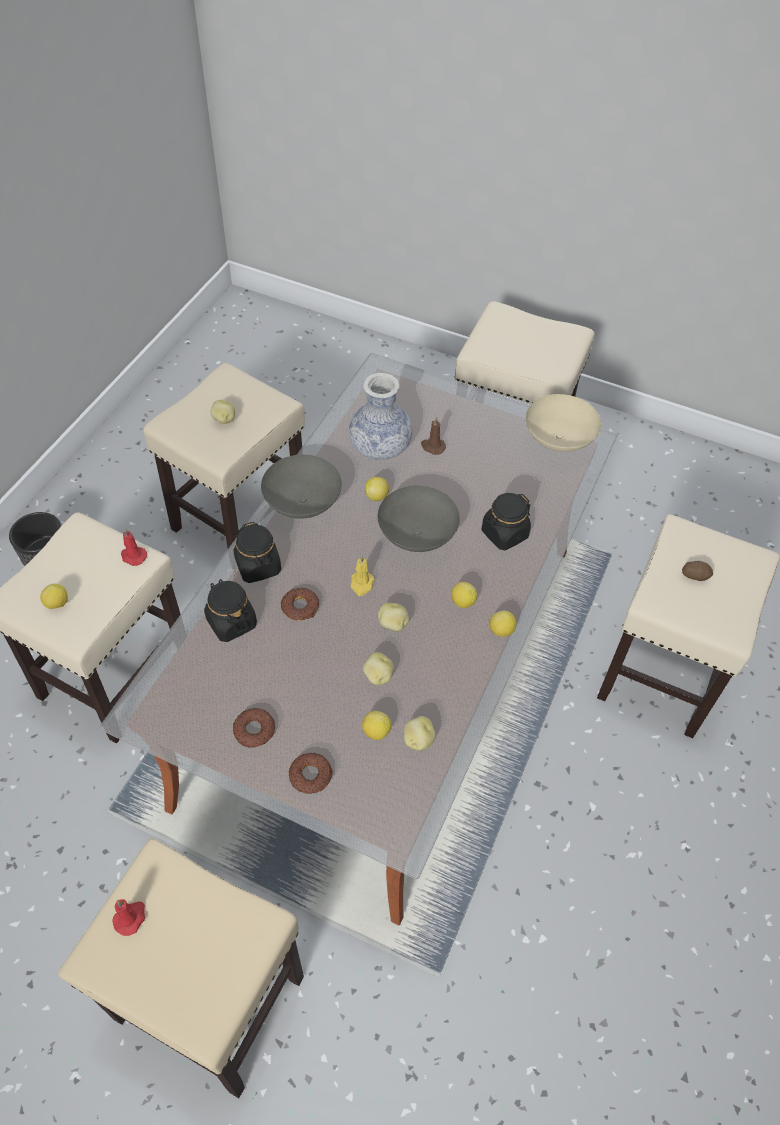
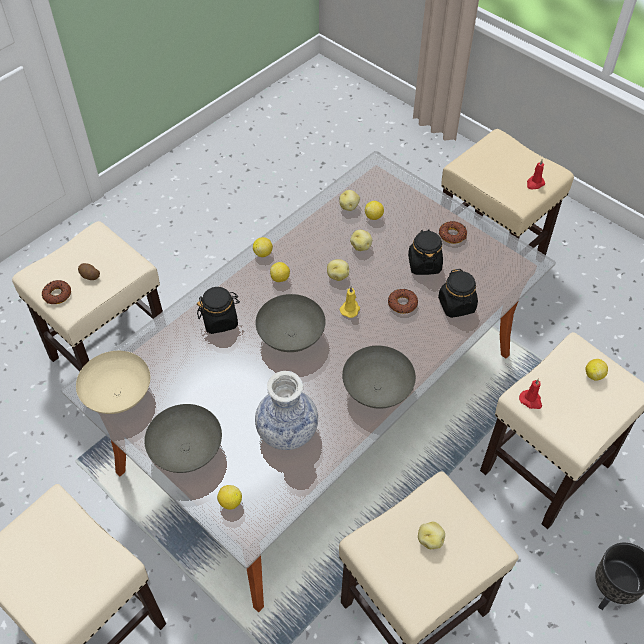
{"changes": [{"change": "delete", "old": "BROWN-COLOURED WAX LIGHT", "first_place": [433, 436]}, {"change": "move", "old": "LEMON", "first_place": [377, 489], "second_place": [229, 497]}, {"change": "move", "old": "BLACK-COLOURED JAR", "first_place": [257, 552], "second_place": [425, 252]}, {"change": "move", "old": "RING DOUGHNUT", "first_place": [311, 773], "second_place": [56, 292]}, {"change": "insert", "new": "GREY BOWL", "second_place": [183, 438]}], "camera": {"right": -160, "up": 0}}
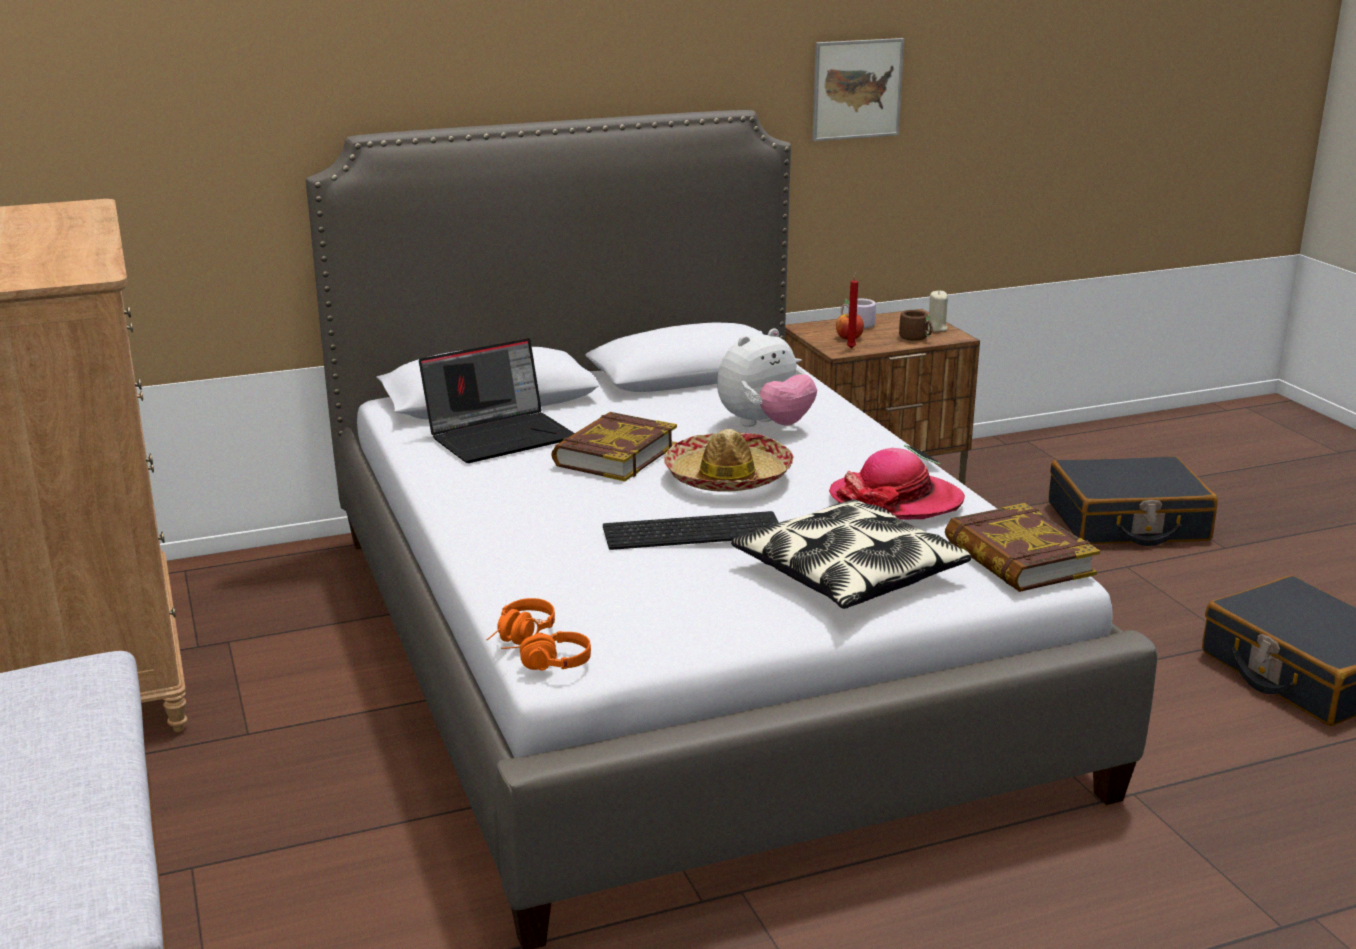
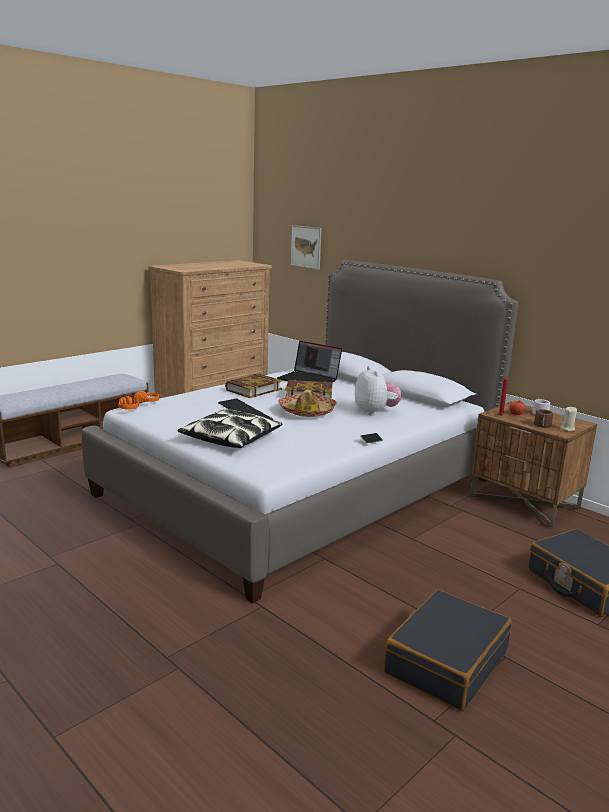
{"changes": [{"change": "move", "old": "PICTURE", "first_place": [858, 89], "second_place": [305, 247]}, {"change": "rotate", "old": "CUDDLY TOY", "first_place": [767, 377], "second_place": [378, 391], "degrees": -135}, {"change": "delete", "old": "HAT", "first_place": [897, 484]}, {"change": "move", "old": "VOLUME", "first_place": [1022, 547], "second_place": [253, 386]}], "camera": {"right": 65, "up": -5}}
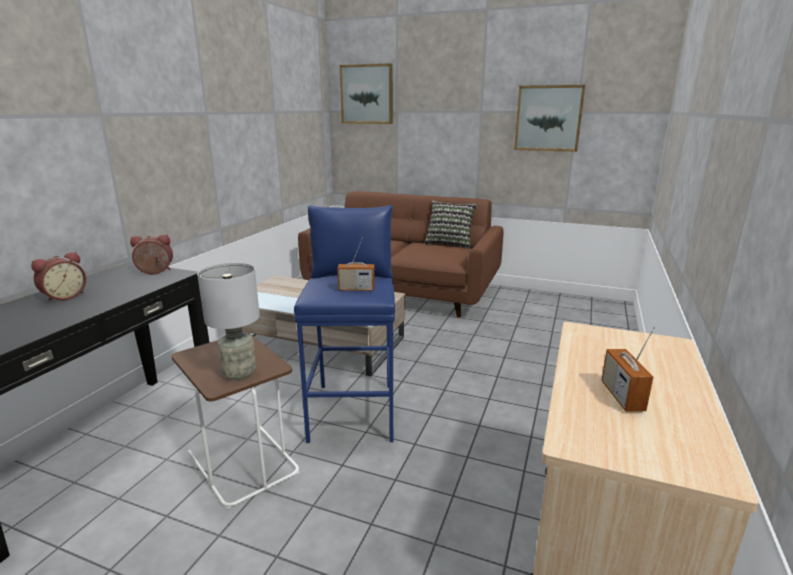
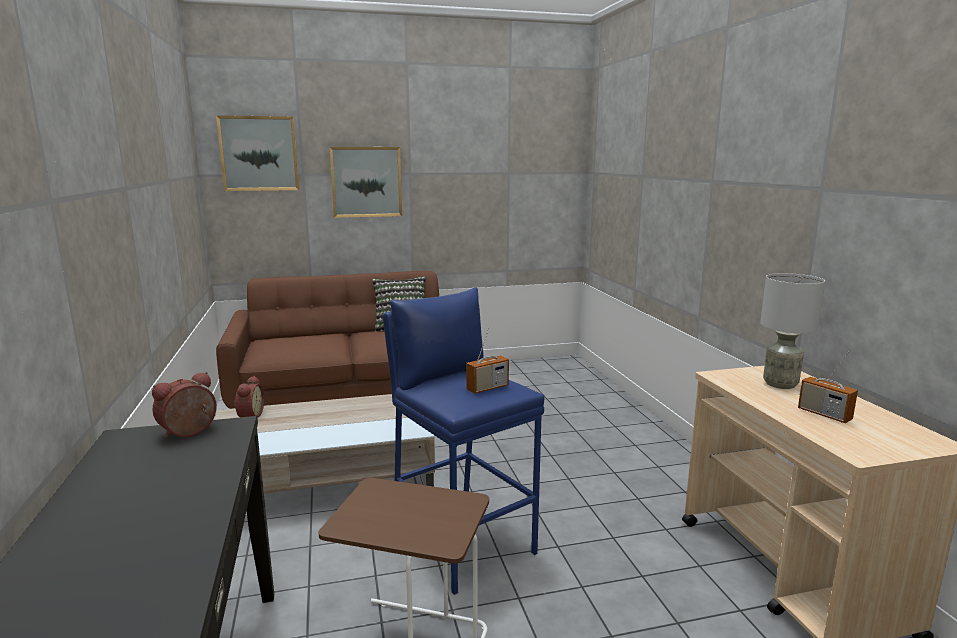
{"changes": [{"change": "move", "old": "PICTURE", "first_place": [549, 118], "second_place": [366, 182]}, {"change": "move", "old": "ALARM CLOCK", "first_place": [58, 277], "second_place": [249, 397]}, {"change": "move", "old": "GREY LAMP FOR A TABLE", "first_place": [228, 322], "second_place": [792, 331]}], "camera": {"right": -35, "up": -5}}
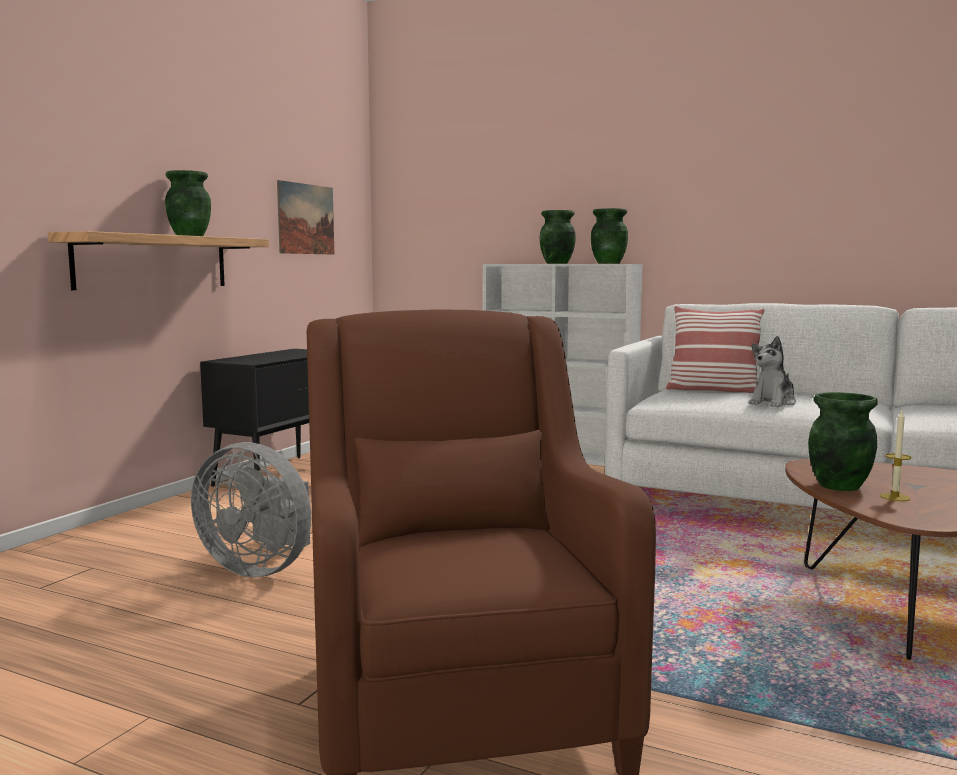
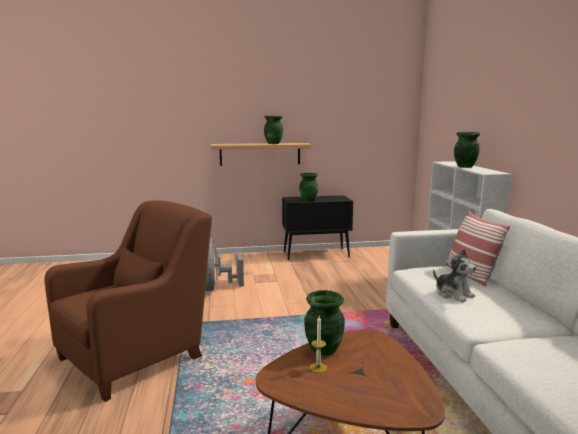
{"changes": [{"change": "delete", "old": "PICTURE", "first_place": [305, 217]}, {"change": "move", "old": "GREENISH VASE", "first_place": [609, 236], "second_place": [308, 187]}, {"change": "rotate", "old": "CUDDLY TOY", "first_place": [772, 371], "second_place": [454, 275], "degrees": -135}], "camera": {"right": 55, "up": 5}}
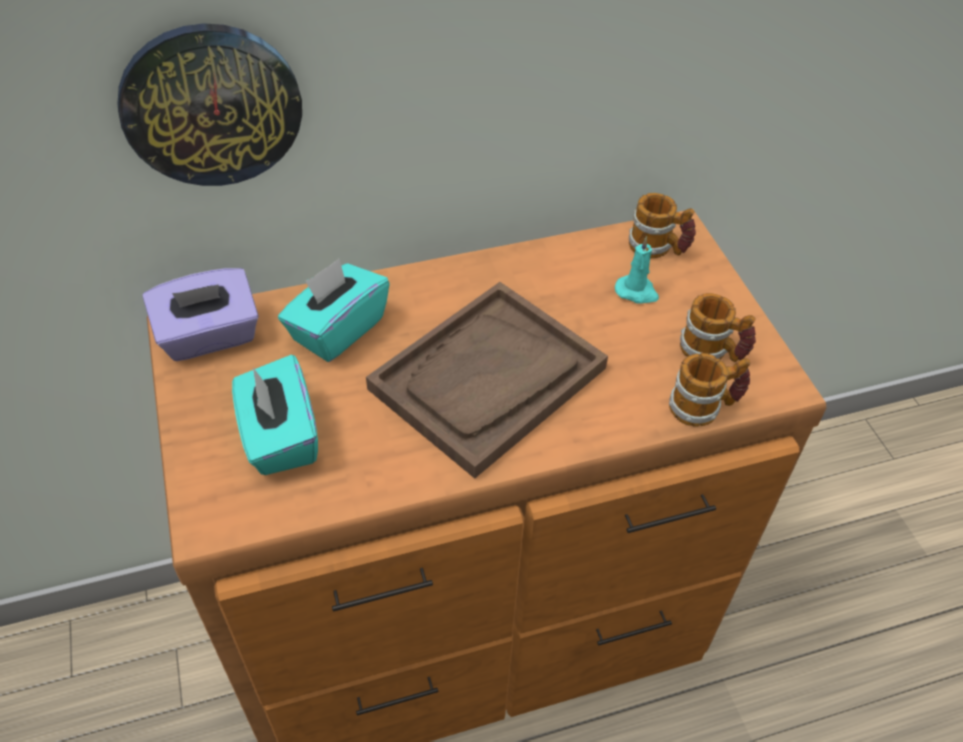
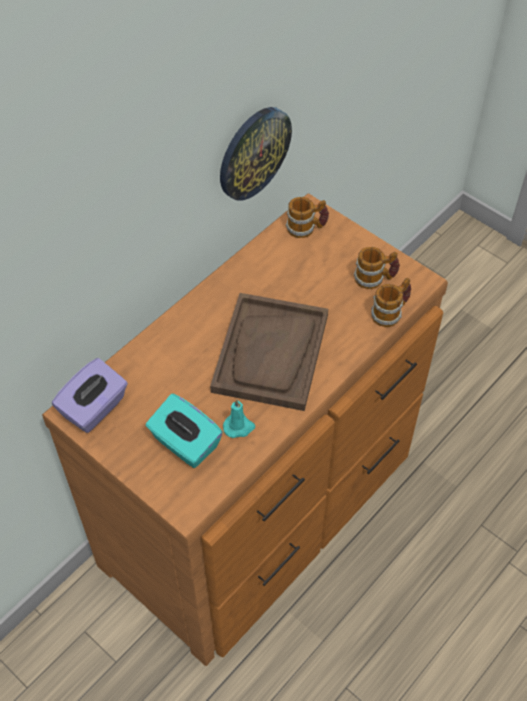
{"changes": [{"change": "move", "old": "WALL CLOCK", "first_place": [209, 104], "second_place": [256, 154]}, {"change": "move", "old": "TURQUOISE WAX LIGHT", "first_place": [637, 270], "second_place": [239, 418]}, {"change": "delete", "old": "TURQUOISE BOX OF TISSUES", "first_place": [334, 310]}], "camera": {"right": -30, "up": 5}}
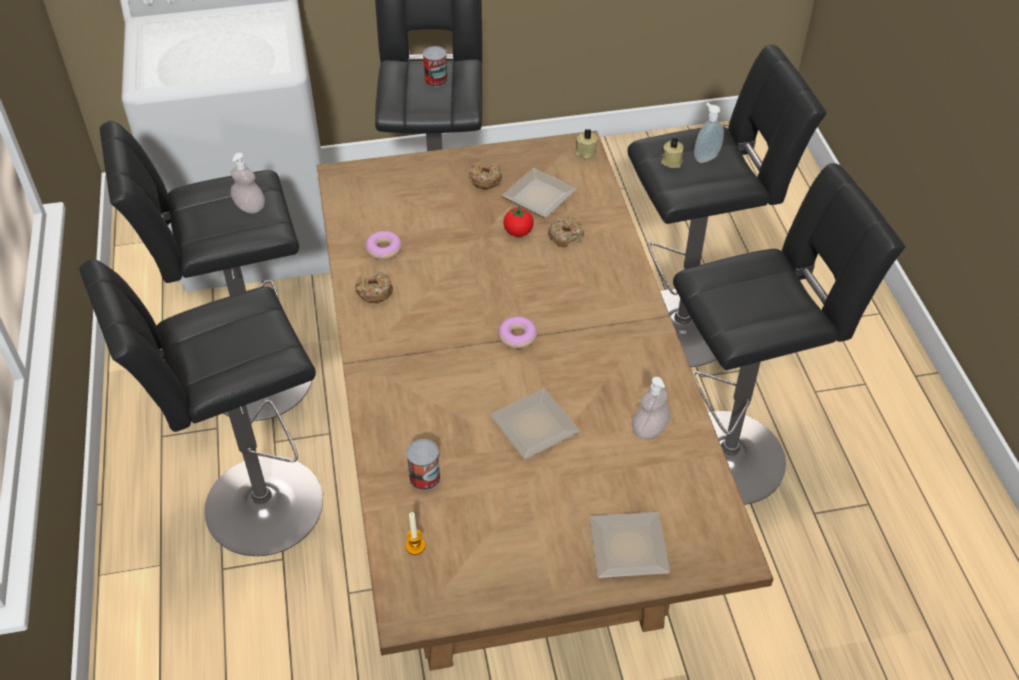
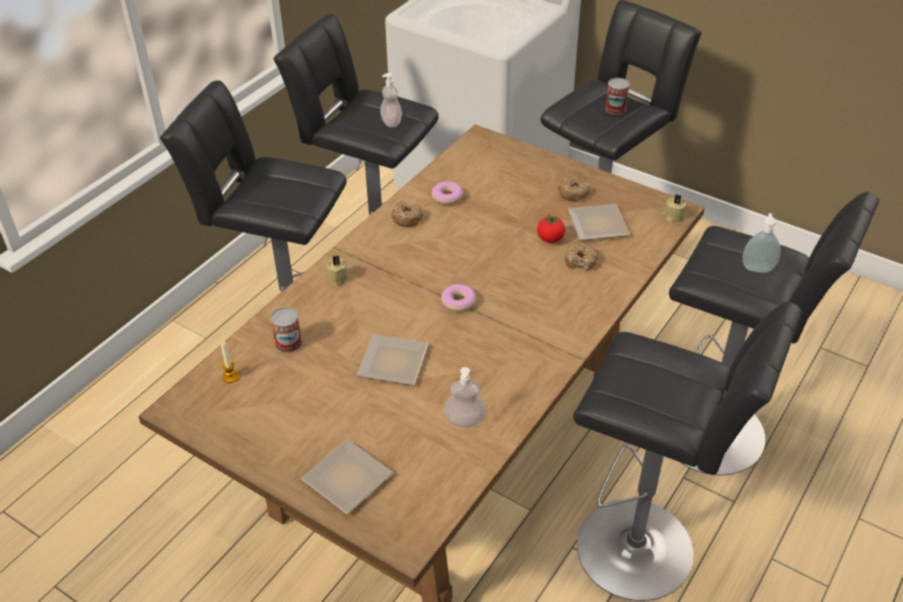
{"changes": [{"change": "move", "old": "BEIGE WAX LIGHT", "first_place": [672, 153], "second_place": [337, 270]}], "camera": {"right": 45, "up": -5}}
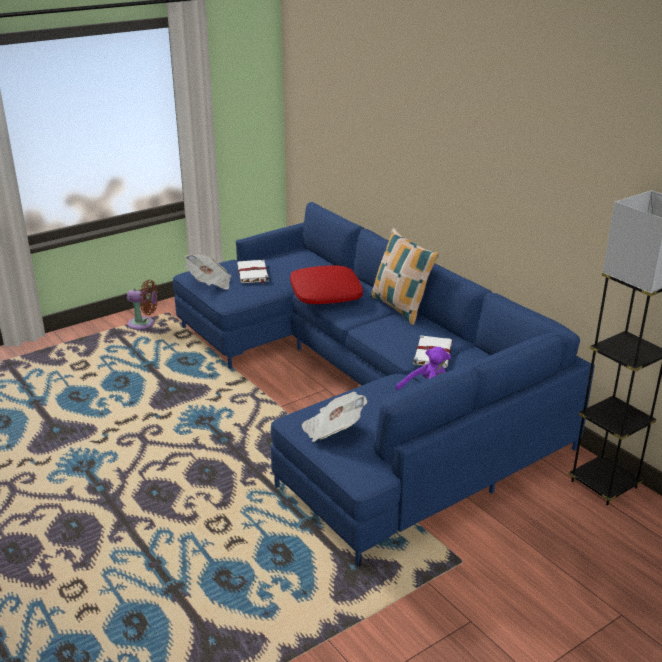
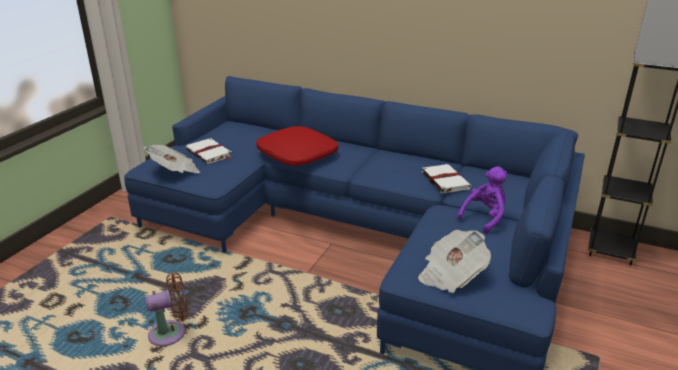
{"changes": [{"change": "delete", "old": "THROW PILLOW", "first_place": [404, 276]}, {"change": "move", "old": "BROWN-COLOURED COOLING FAN", "first_place": [142, 305], "second_place": [167, 309]}], "camera": {"right": -30, "up": 0}}
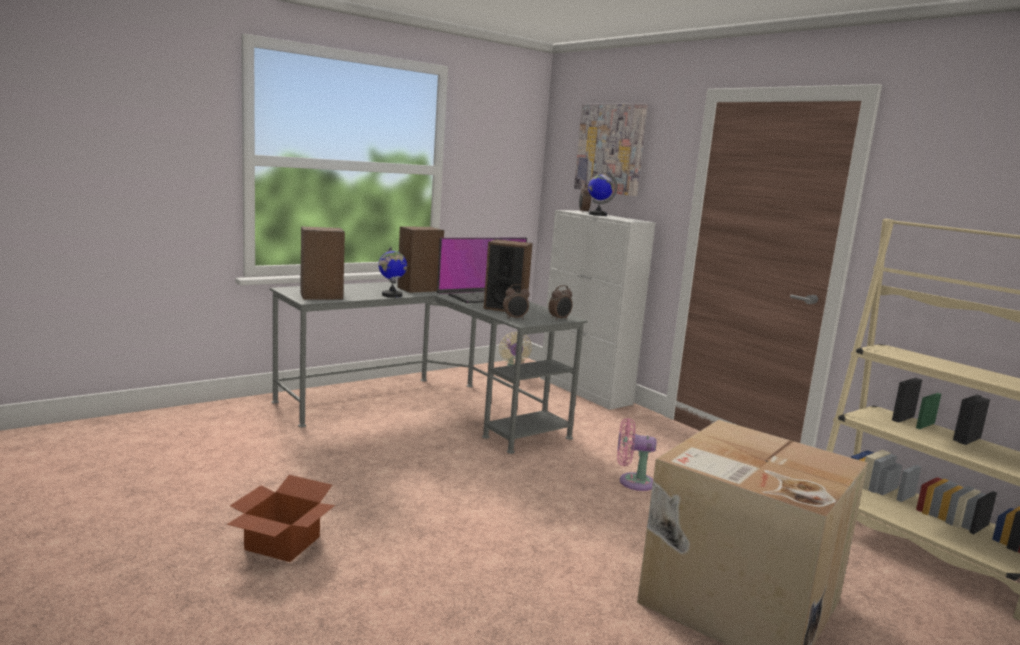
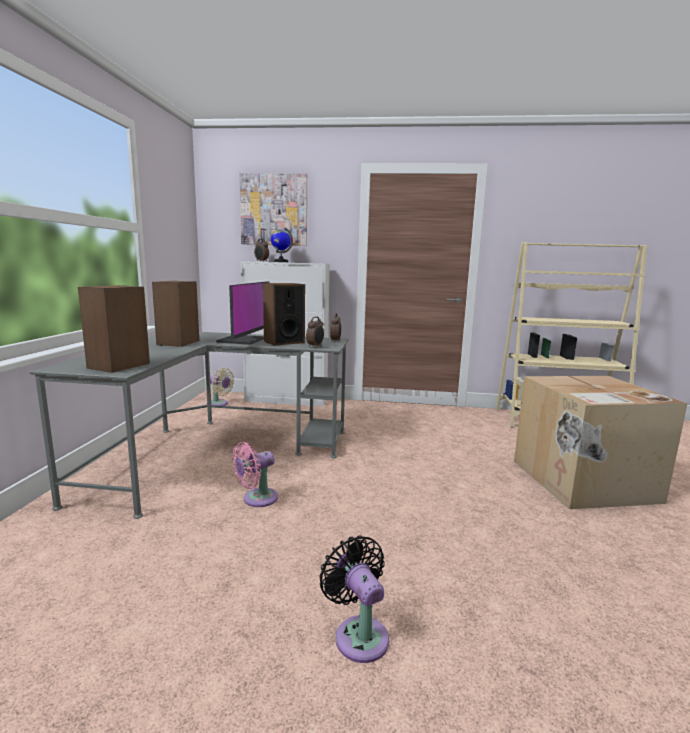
{"changes": [{"change": "delete", "old": "GLOBE", "first_place": [392, 272]}, {"change": "move", "old": "PINKISH COOLING FAN", "first_place": [636, 454], "second_place": [255, 474]}, {"change": "replace", "old": "CARTON", "new": "BLACK-COLOURED COOLING FAN", "first_place": [281, 518], "second_place": [354, 599]}], "camera": {"right": -45, "up": 0}}
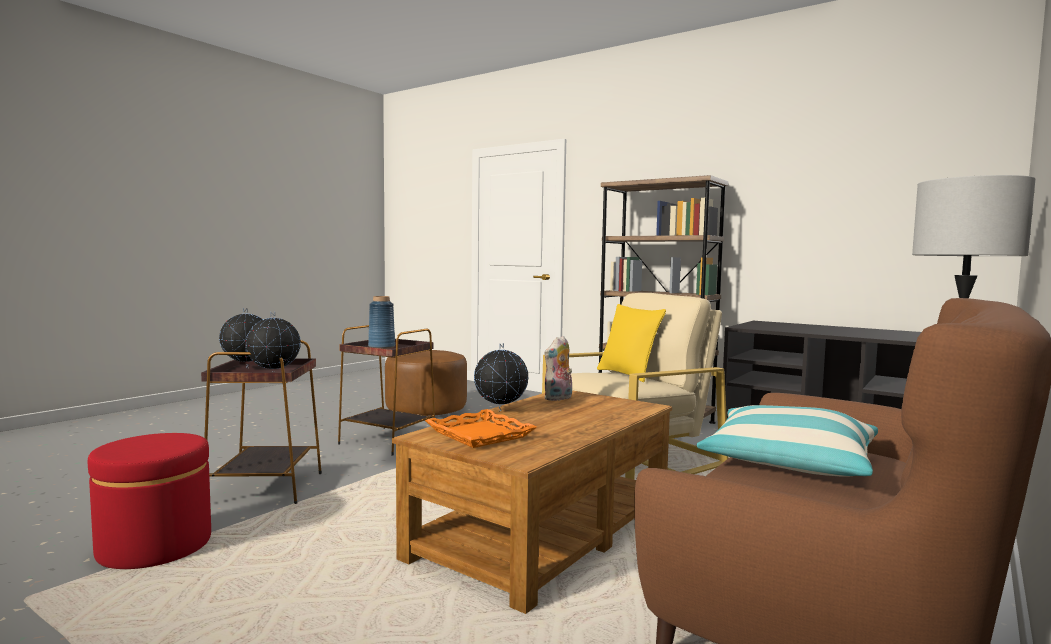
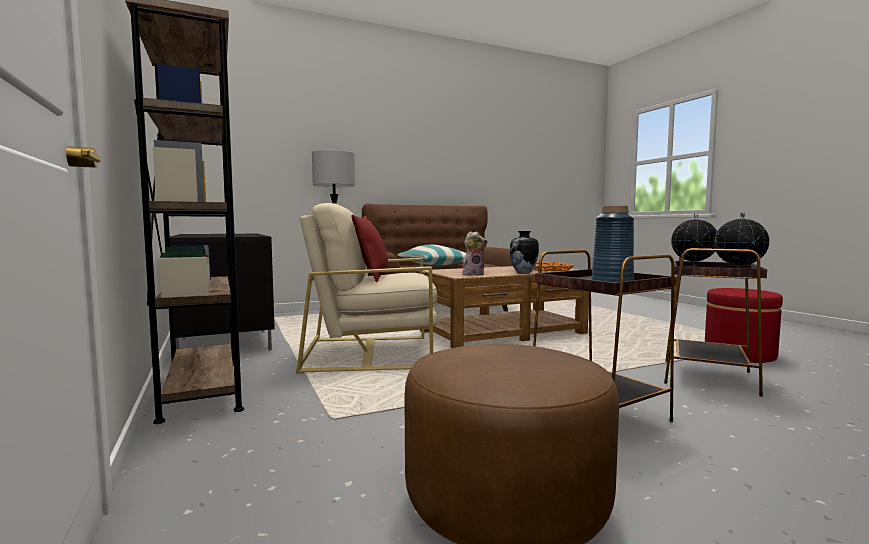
{"changes": [{"change": "recolor", "old": "YELLOW THROW PILLOW", "new": "RED-COLOURED THROW PILLOW", "first_place": [631, 343], "second_place": [369, 248]}, {"change": "replace", "old": "GLOBE", "new": "VASE", "first_place": [501, 377], "second_place": [524, 252]}], "camera": {"right": -150, "up": 0}}
